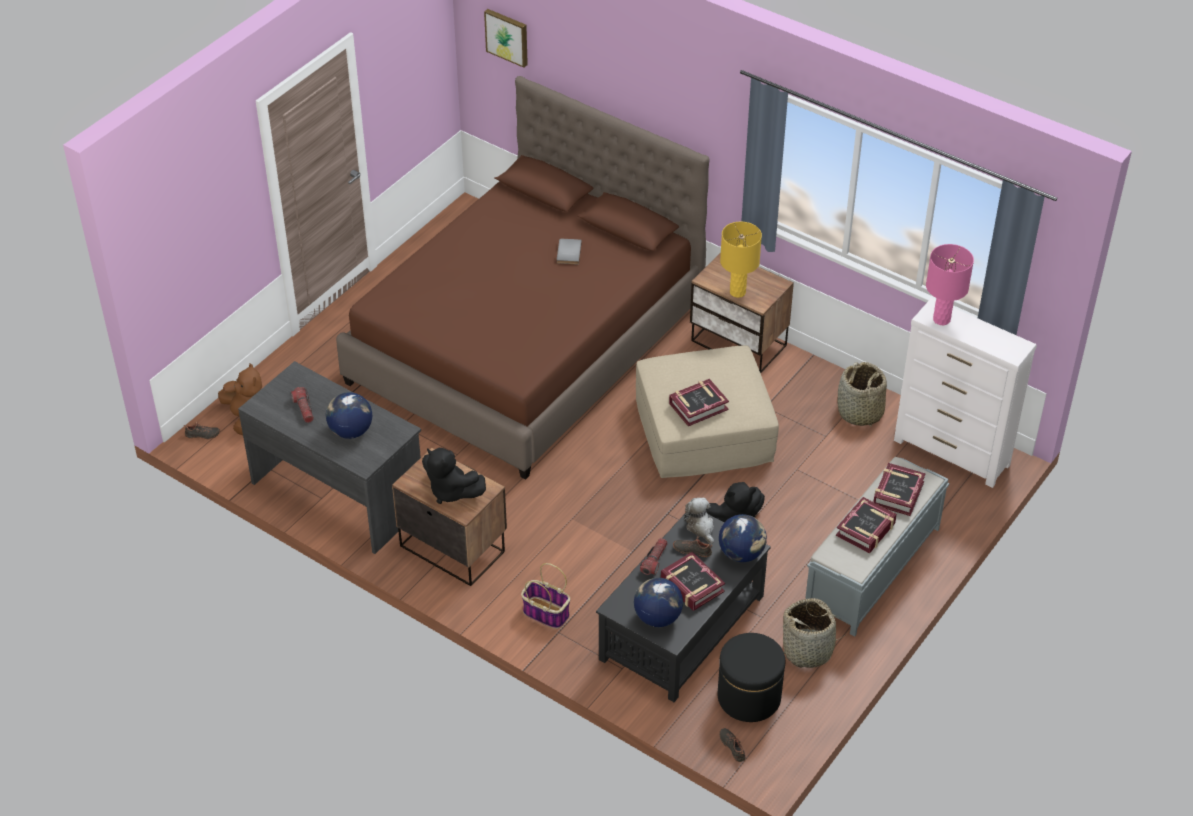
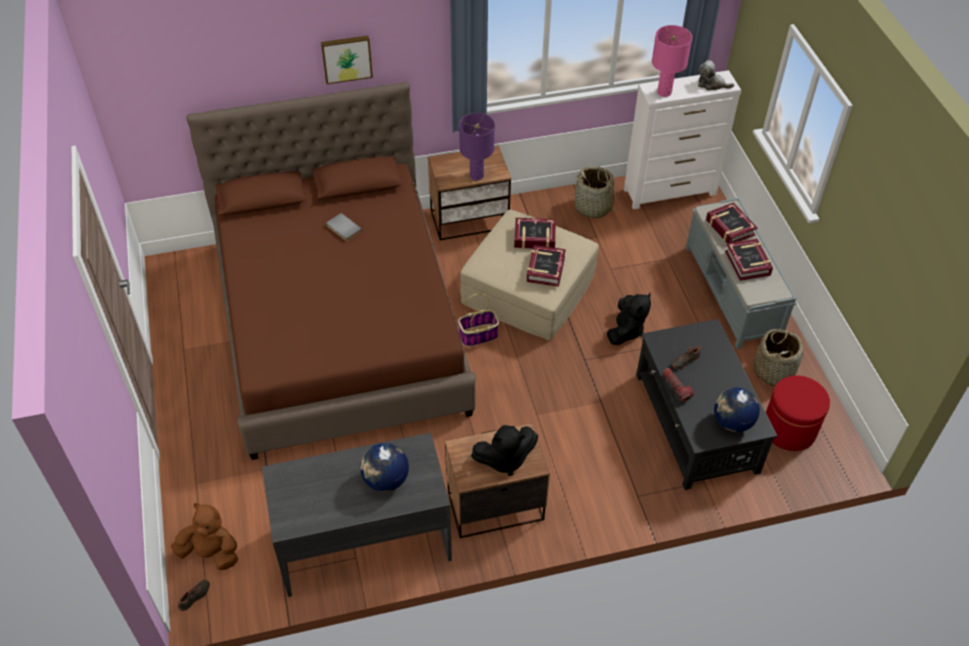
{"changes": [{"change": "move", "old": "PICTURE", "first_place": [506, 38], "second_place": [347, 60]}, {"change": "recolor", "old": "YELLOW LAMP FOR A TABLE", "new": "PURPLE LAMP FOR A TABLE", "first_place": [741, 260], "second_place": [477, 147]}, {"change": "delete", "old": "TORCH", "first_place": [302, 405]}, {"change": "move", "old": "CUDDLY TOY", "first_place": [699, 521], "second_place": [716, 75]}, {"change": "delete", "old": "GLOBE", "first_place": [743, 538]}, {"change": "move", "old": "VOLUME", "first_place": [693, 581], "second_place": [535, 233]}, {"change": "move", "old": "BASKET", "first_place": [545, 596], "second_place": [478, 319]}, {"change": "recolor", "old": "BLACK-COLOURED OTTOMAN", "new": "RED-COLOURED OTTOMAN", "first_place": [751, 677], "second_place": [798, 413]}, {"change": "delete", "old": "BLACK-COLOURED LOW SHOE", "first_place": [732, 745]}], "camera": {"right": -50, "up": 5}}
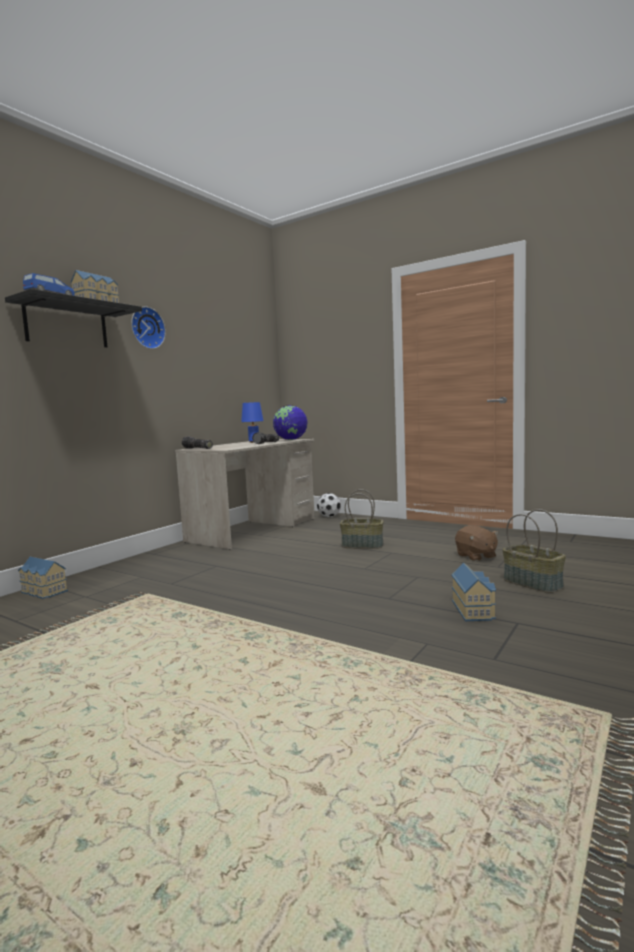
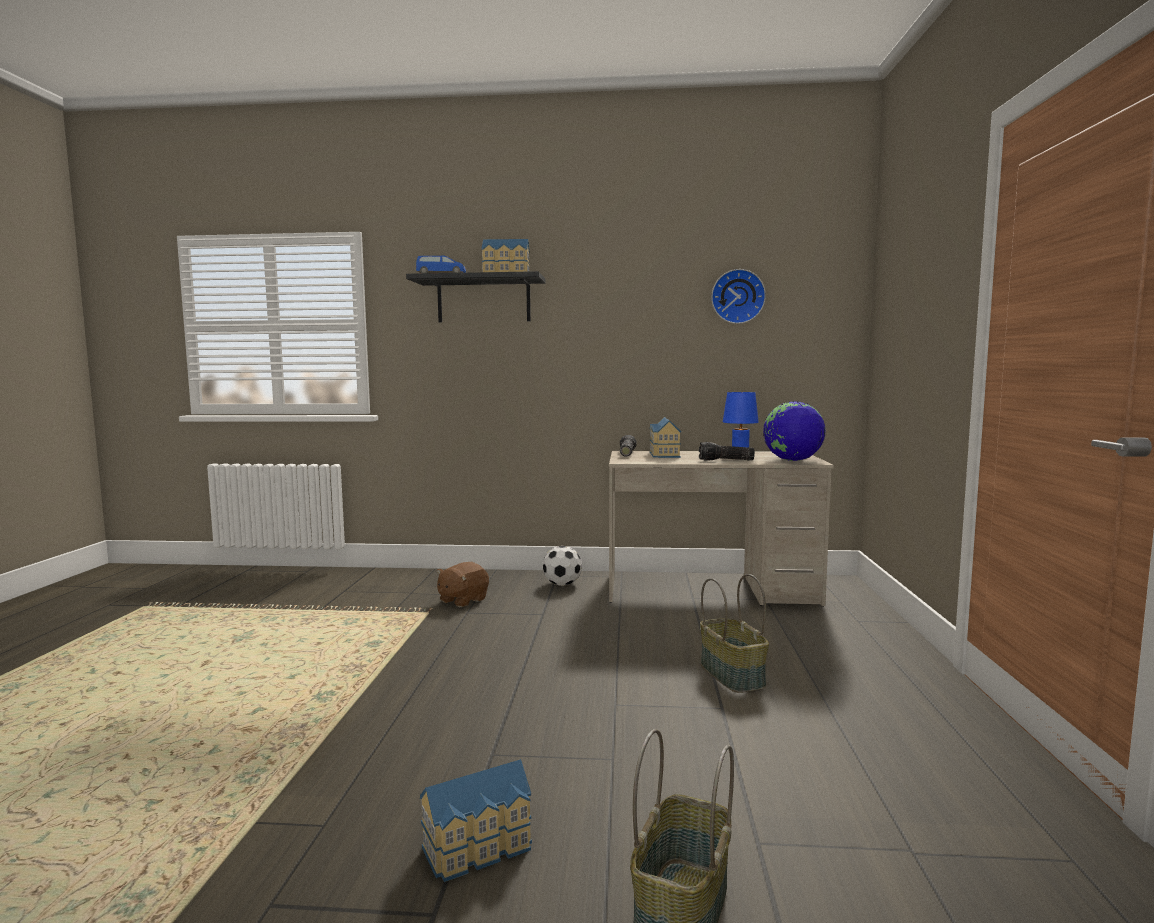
{"changes": [{"change": "move", "old": "WALL CLOCK", "first_place": [148, 328], "second_place": [738, 296]}, {"change": "move", "old": "FOOTBALL BALL", "first_place": [329, 505], "second_place": [562, 566]}, {"change": "move", "old": "BROWN-COLOURED CUDDLY TOY", "first_place": [477, 543], "second_place": [463, 584]}, {"change": "move", "old": "MINIATURE HOUSE", "first_place": [43, 578], "second_place": [665, 437]}], "camera": {"right": 60, "up": 0}}
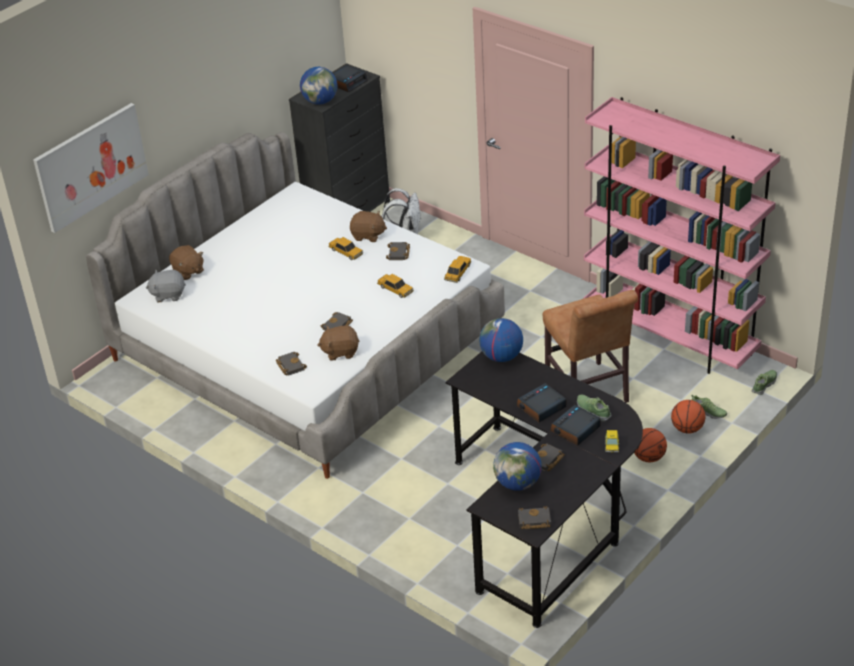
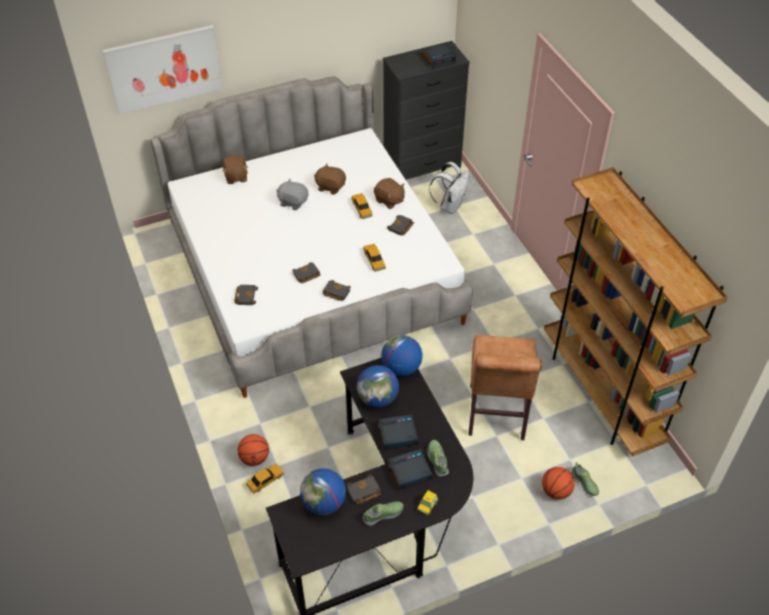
{"changes": [{"change": "move", "old": "GLOBE", "first_place": [318, 86], "second_place": [378, 386]}, {"change": "recolor", "old": "PINKISH SHELVING UNIT", "new": "BROWN-COLOURED SHELVING UNIT", "first_place": [681, 235], "second_place": [636, 311]}, {"change": "move", "old": "MODEL CAR", "first_place": [457, 269], "second_place": [265, 479]}, {"change": "move", "old": "GREY CUDDLY TOY", "first_place": [166, 286], "second_place": [292, 194]}, {"change": "move", "old": "BROWN-COLOURED CUDDLY TOY", "first_place": [338, 342], "second_place": [330, 179]}, {"change": "move", "old": "LOW SHOE", "first_place": [764, 382], "second_place": [383, 513]}, {"change": "move", "old": "BASKETBALL BALL", "first_place": [650, 445], "second_place": [253, 450]}, {"change": "move", "old": "BLACK-COLOURED VOLUME", "first_place": [534, 517], "second_place": [336, 290]}], "camera": {"right": 25, "up": 10}}
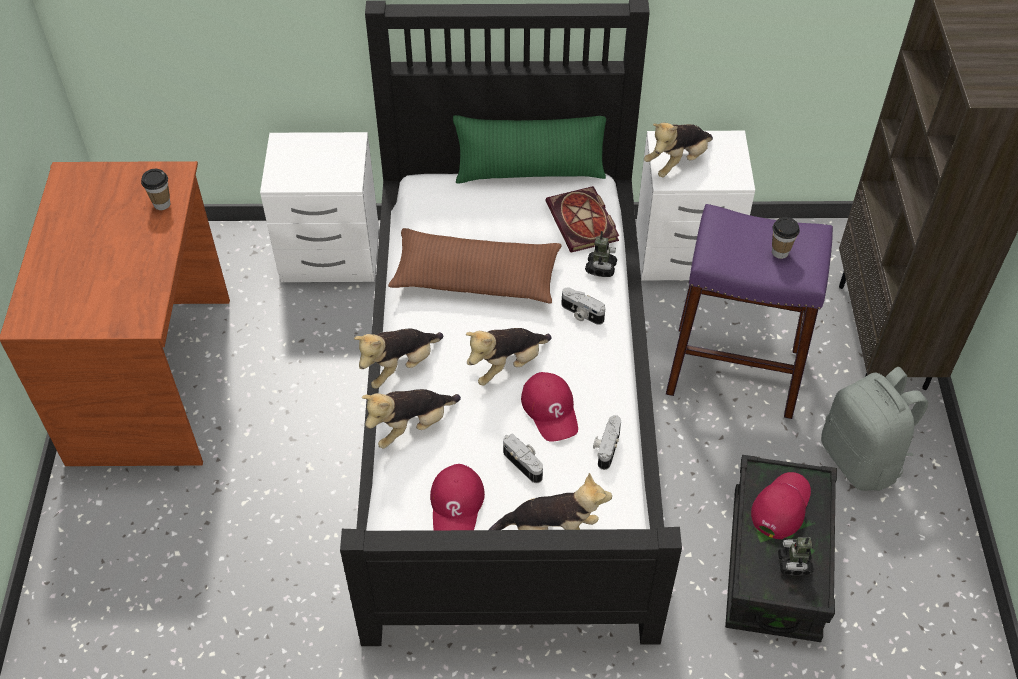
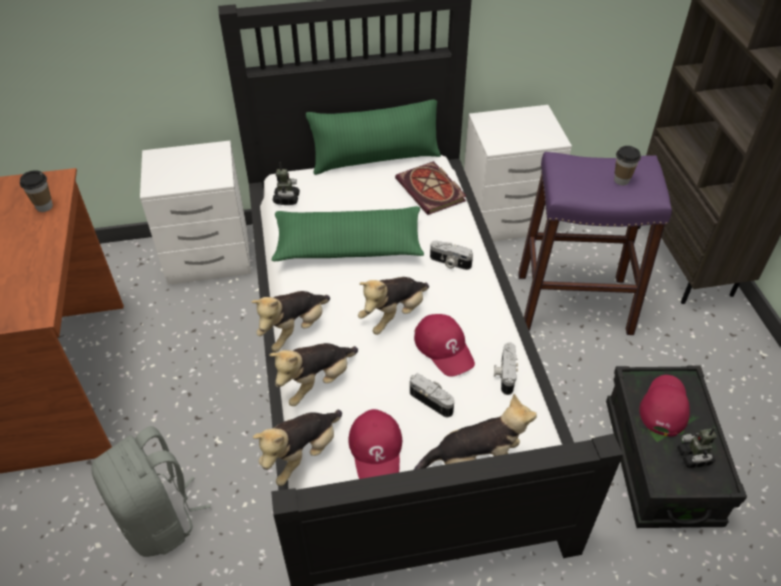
{"changes": [{"change": "move", "old": "CUDDLY TOY", "first_place": [678, 150], "second_place": [297, 447]}, {"change": "recolor", "old": "BROWN-COLOURED THROW PILLOW", "new": "GREENISH THROW PILLOW", "first_place": [474, 265], "second_place": [348, 233]}, {"change": "move", "old": "MODEL ROBOT", "first_place": [601, 254], "second_place": [286, 183]}, {"change": "move", "old": "GREY RUCKSACK", "first_place": [874, 429], "second_place": [151, 491]}], "camera": {"right": -10, "up": -5}}
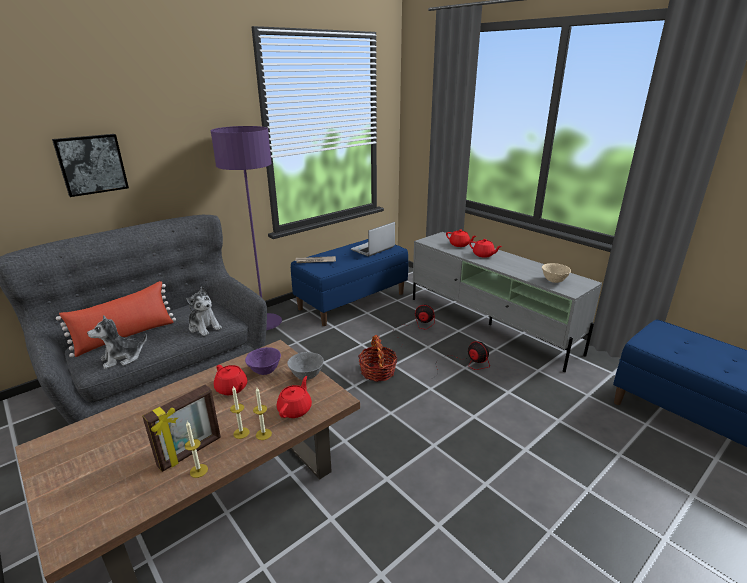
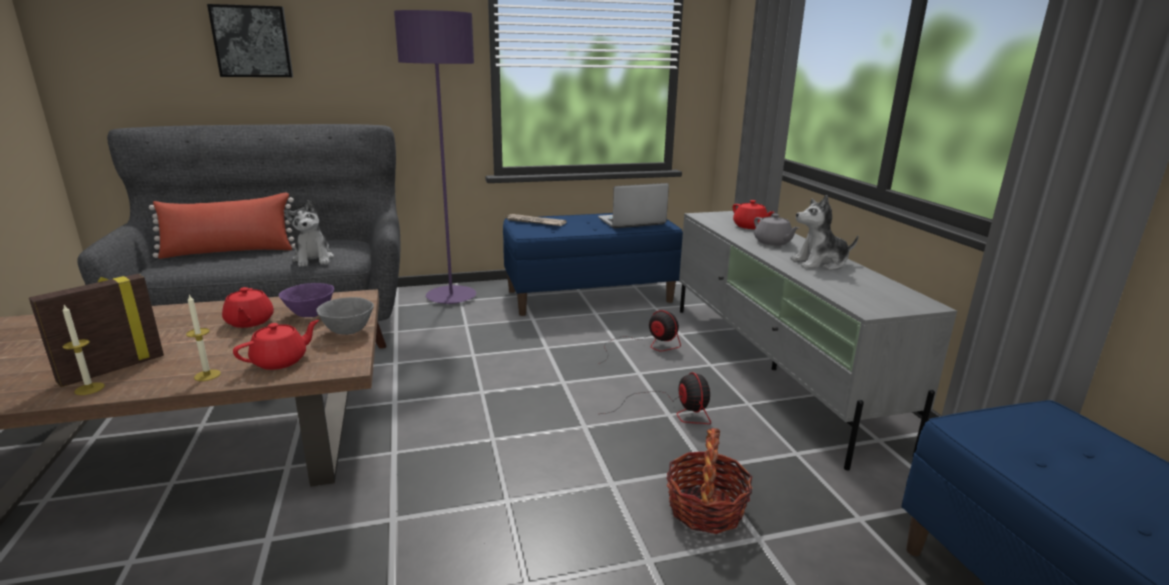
{"changes": [{"change": "recolor", "old": "RED-COLOURED POT FOR TEA", "new": "GREY POT FOR TEA", "first_place": [485, 248], "second_place": [776, 230]}, {"change": "delete", "old": "BEIGE BOWL", "first_place": [556, 273]}, {"change": "move", "old": "CUDDLY TOY", "first_place": [117, 342], "second_place": [825, 232]}, {"change": "move", "old": "BASKET", "first_place": [378, 358], "second_place": [709, 481]}, {"change": "rotate", "old": "PHOTO FRAME", "first_place": [181, 428], "second_place": [96, 330], "degrees": 150}, {"change": "delete", "old": "WAX LIGHT", "first_place": [240, 412]}], "camera": {"right": 25, "up": -5}}
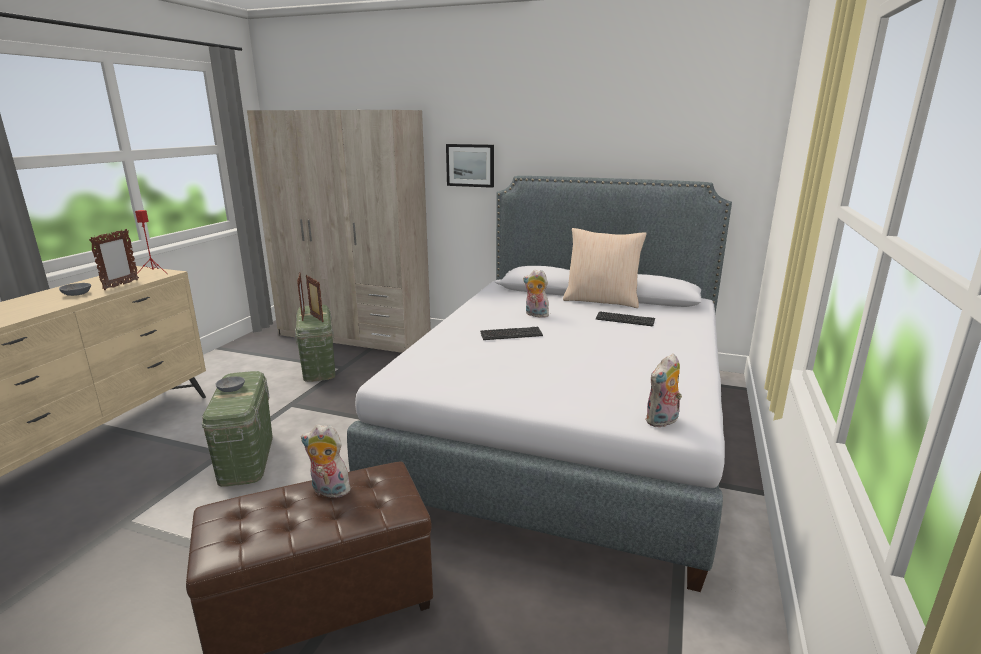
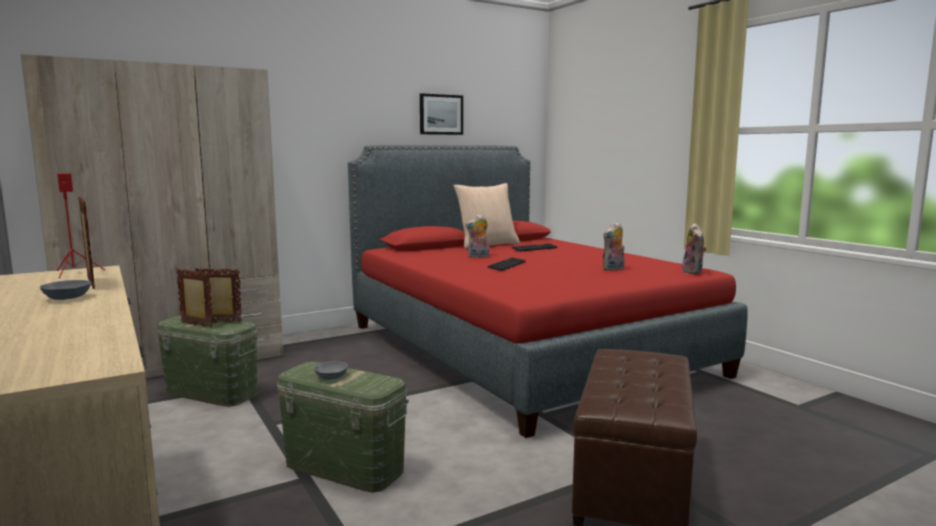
{"changes": [{"change": "move", "old": "PICTURE", "first_place": [470, 166], "second_place": [441, 114]}, {"change": "recolor", "old": "GREY BEDROOM BED", "new": "RED-COLOURED BEDROOM BED", "first_place": [539, 384], "second_place": [548, 291]}, {"change": "move", "old": "CUDDLY TOY", "first_place": [326, 461], "second_place": [614, 246]}], "camera": {"right": -50, "up": -10}}
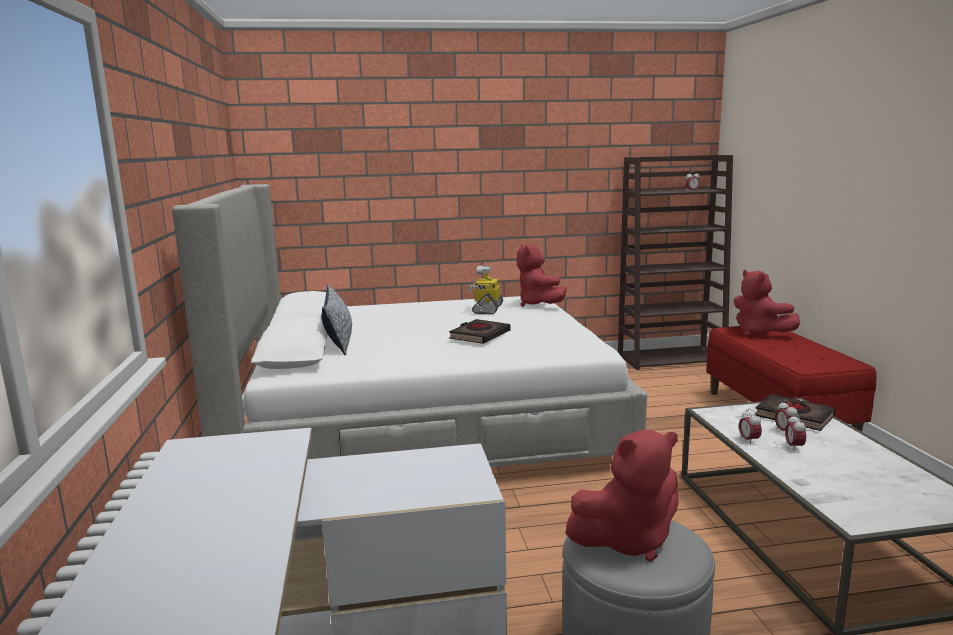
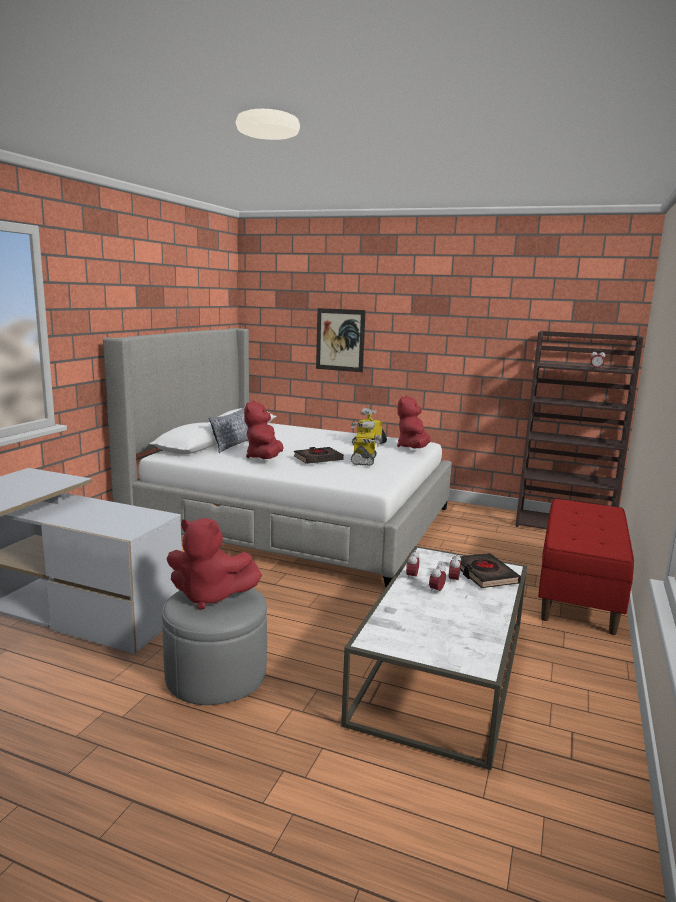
{"changes": [{"change": "move", "old": "RED-COLOURED CUDDLY TOY", "first_place": [767, 303], "second_place": [263, 429]}, {"change": "insert", "new": "PICTURE", "second_place": [341, 340]}, {"change": "insert", "new": "MODEL ROBOT", "second_place": [366, 443]}], "camera": {"right": 30, "up": 0}}
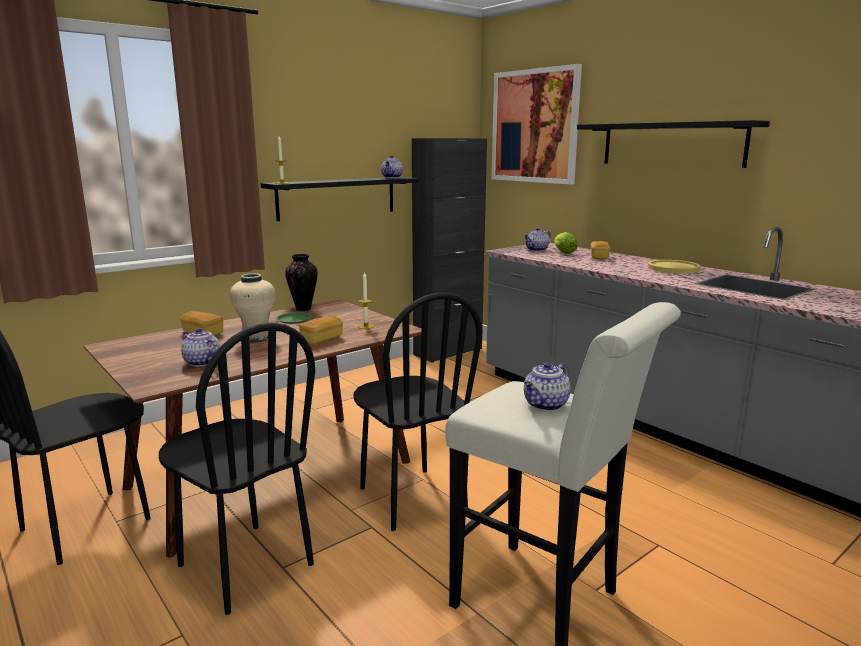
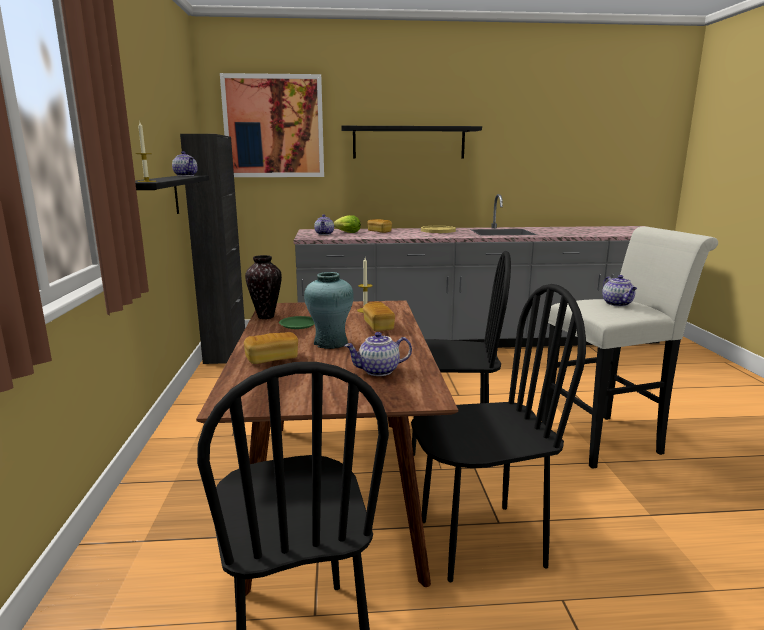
{"changes": [{"change": "recolor", "old": "BEIGE VASE", "new": "TURQUOISE VASE", "first_place": [252, 307], "second_place": [329, 310]}], "camera": {"right": -55, "up": 0}}
